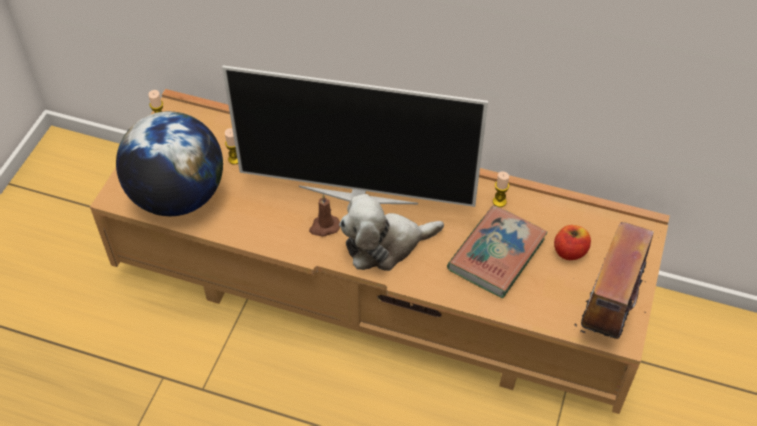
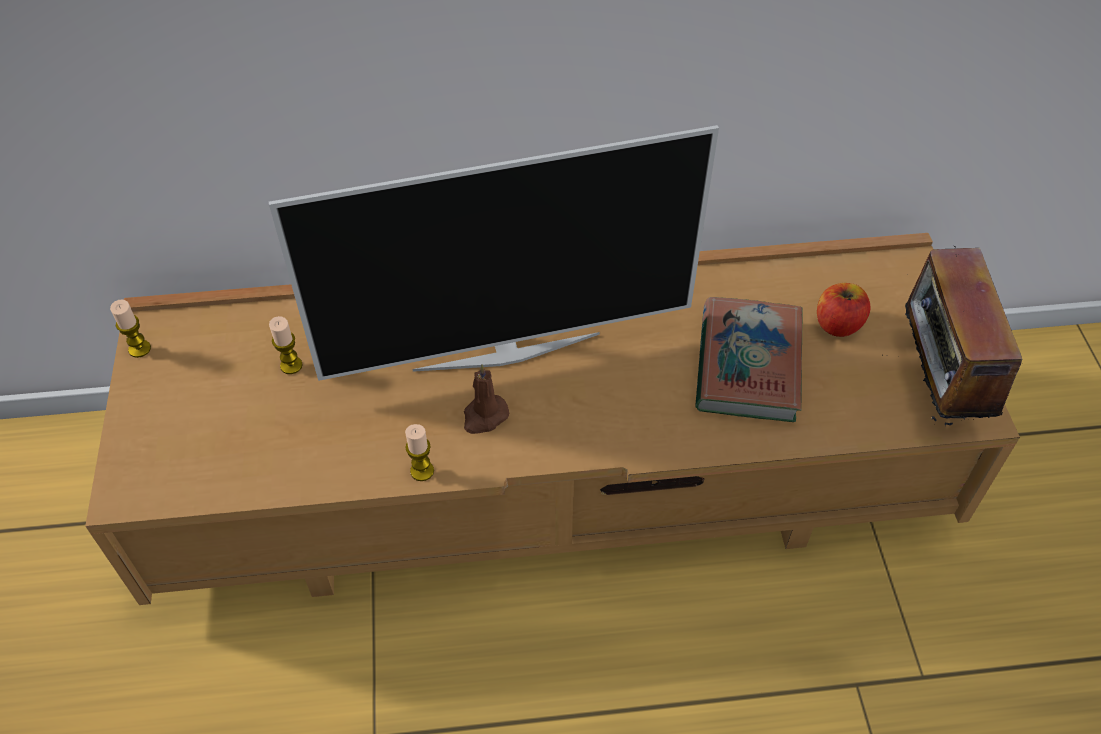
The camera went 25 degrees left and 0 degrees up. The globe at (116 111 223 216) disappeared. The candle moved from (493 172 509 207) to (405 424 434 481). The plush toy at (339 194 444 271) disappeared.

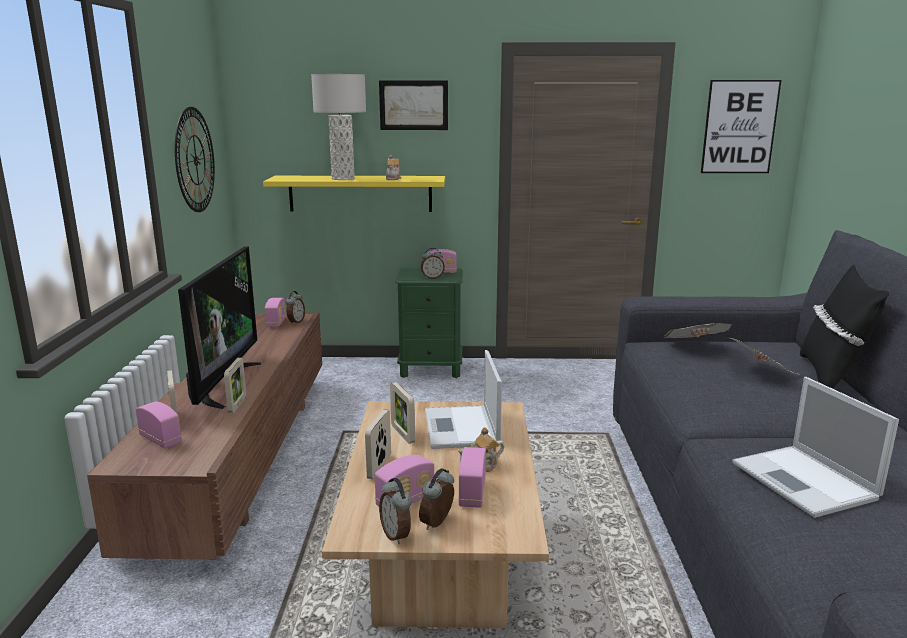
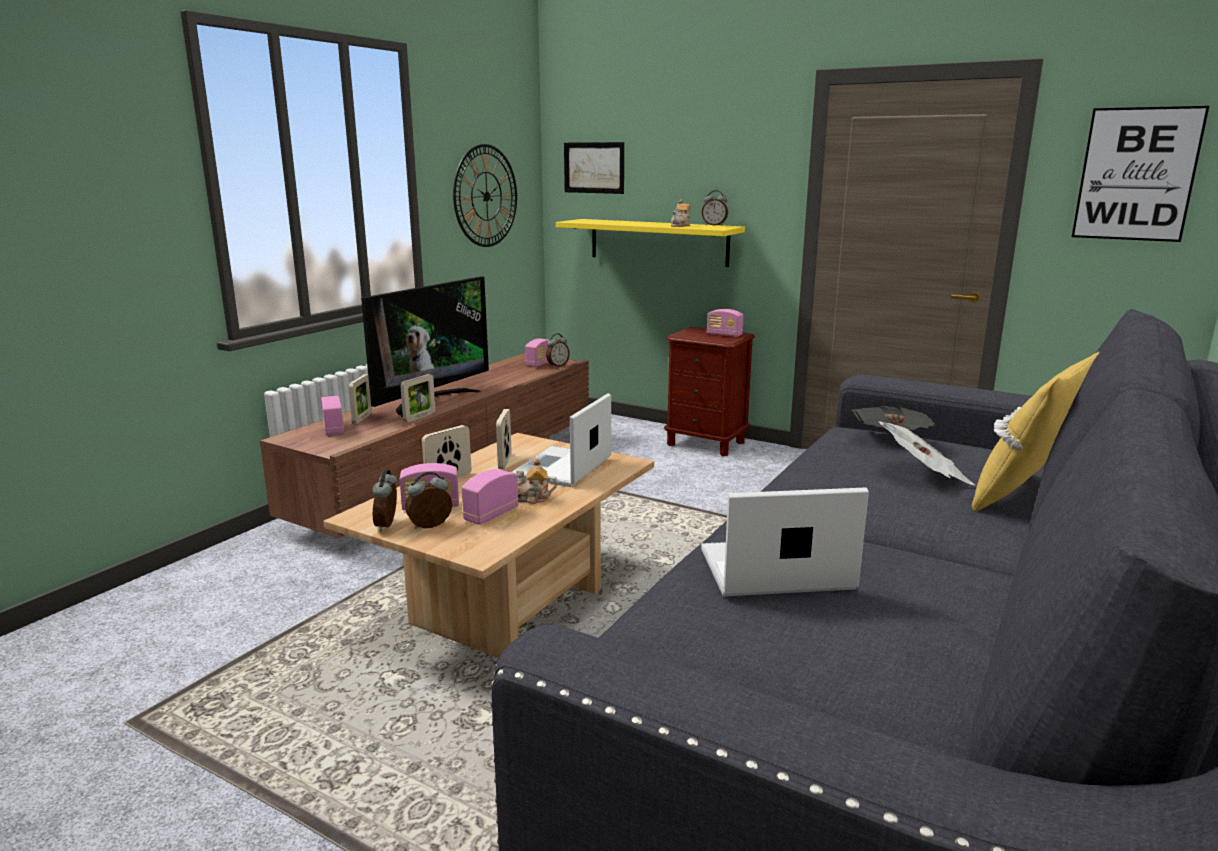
The camera went 30 degrees right and 0 degrees up. The table lamp (white) at (311 74 366 180) disappeared. The picture moved from (379 80 448 130) to (564 142 624 194). The alarm clock moved from (421 248 445 279) to (702 190 728 226). The pillow (black) at (800 265 889 389) became the pillow (yellow) at (972 352 1100 512). The nightstand (green) at (395 268 463 378) became the nightstand (brown) at (664 327 755 456). The laptop at (732 377 899 518) turned 75 degrees clockwise.

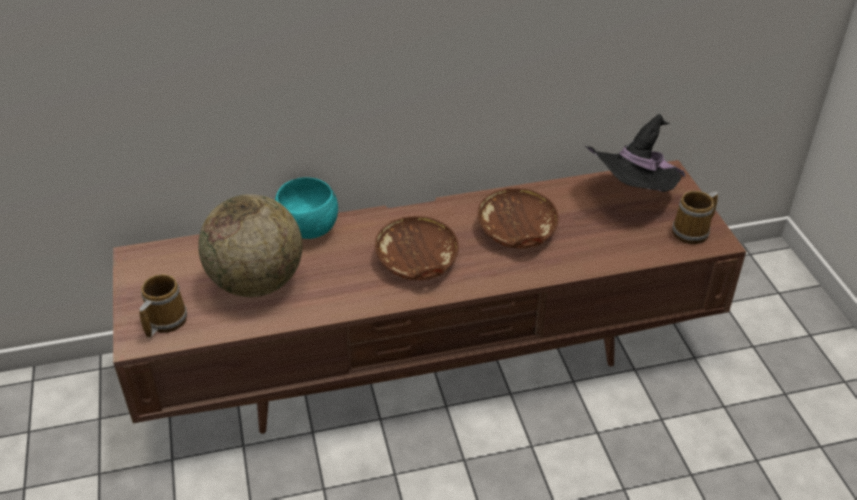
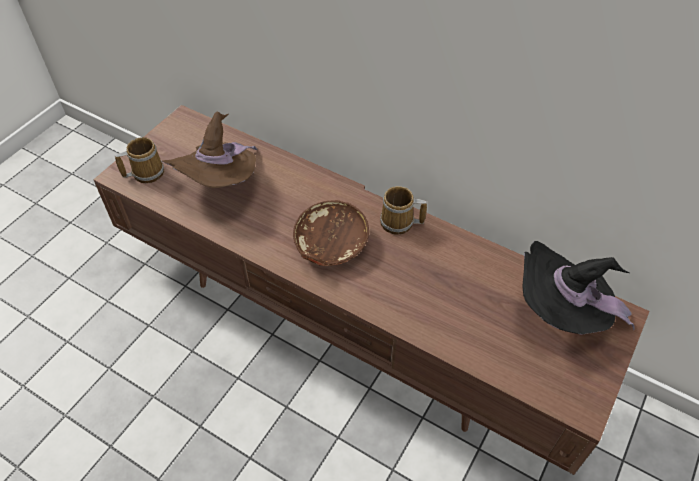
The camera went 45 degrees right and 10 degrees up. The bowl (turquoise) at (275 177 338 239) disappeared. The bowl (brown) at (478 188 559 248) disappeared. The mug moved from (672 191 718 244) to (380 186 427 235). The globe at (198 194 303 297) was replaced by the hat (brown) at (162 112 257 188).

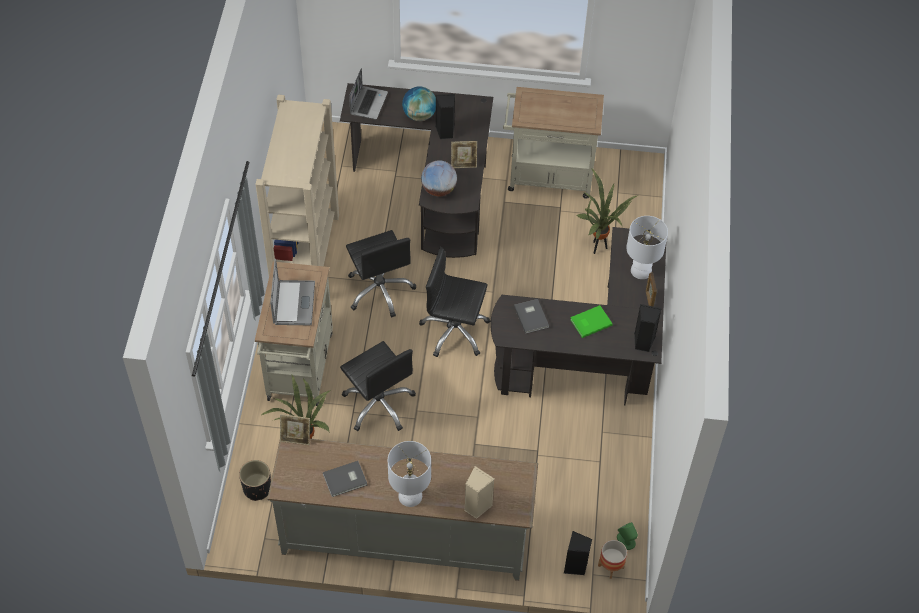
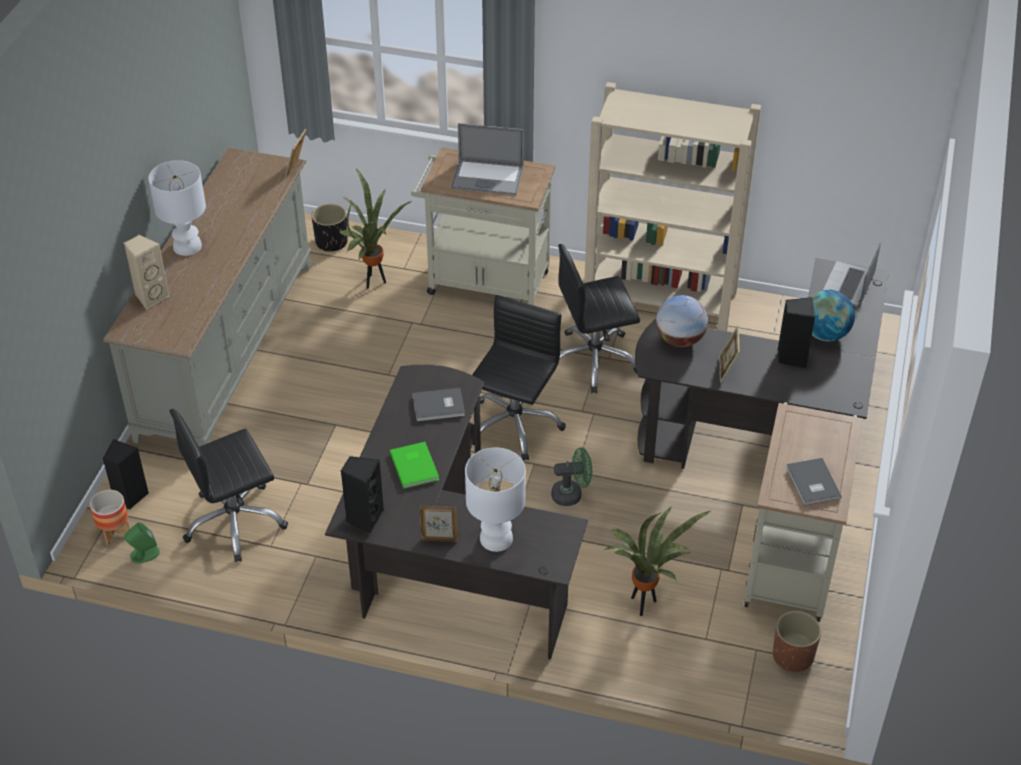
The camera went 100 degrees right and 10 degrees down. The laptop at (349 68 388 120) turned 90 degrees clockwise. The office chair (black) moved from (340 341 416 431) to (169 409 288 562). The book (grey) moved from (323 461 367 497) to (786 458 841 506). The fan (green) at (551 447 592 506) appeared. The planter (brown) at (773 611 821 672) appeared.

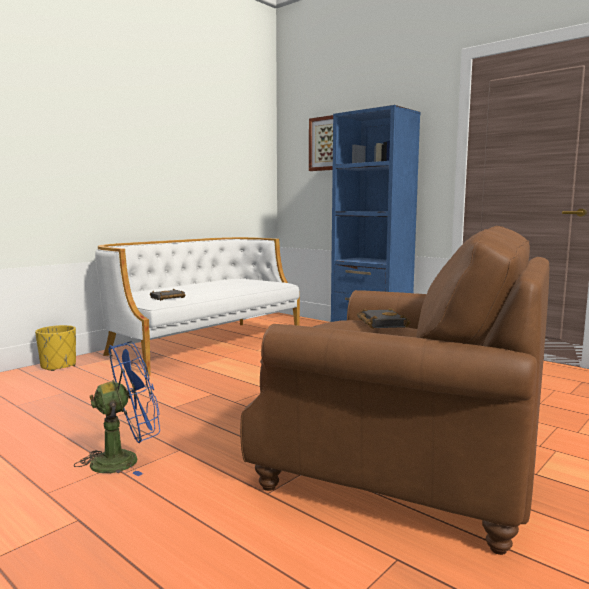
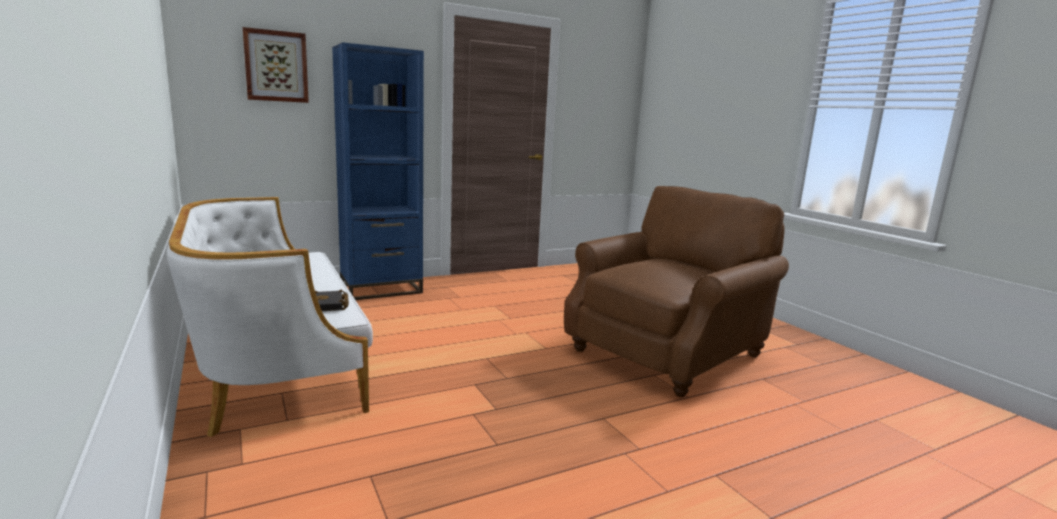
The camera went 70 degrees left and 5 degrees up. The book (black) at (357 308 411 329) disappeared. The planter (yellow) at (35 325 76 371) disappeared. The fan (blue) at (74 341 160 476) disappeared.

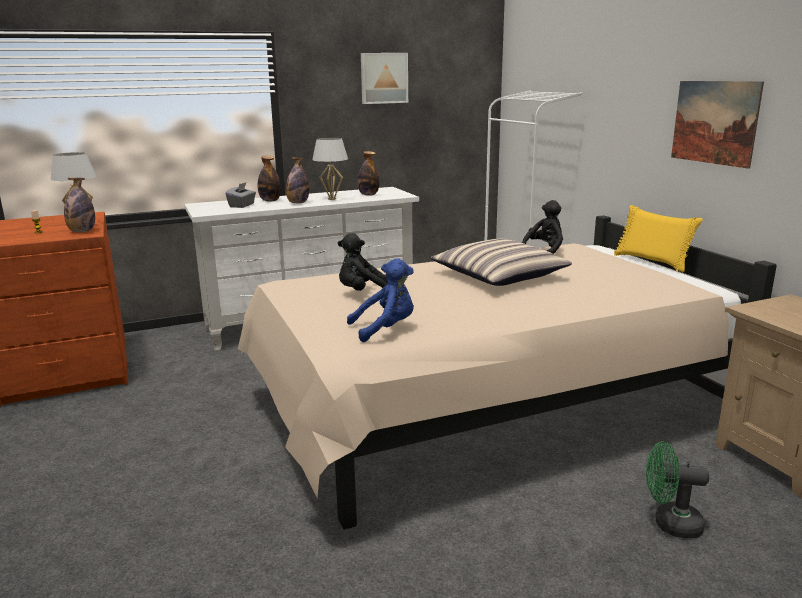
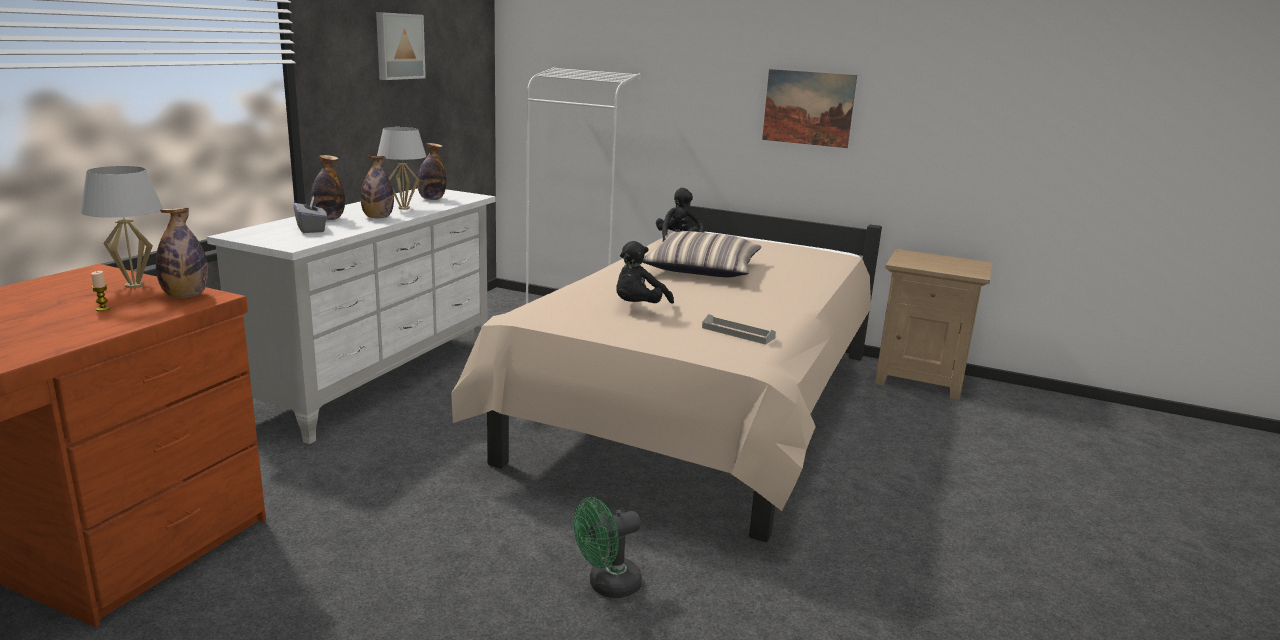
The camera went 45 degrees left and 0 degrees up. The pillow (yellow) at (614 205 703 272) disappeared. The plush toy (blue) at (347 258 414 342) was replaced by the tray (grey) at (702 314 776 345). The fan (green) moved from (646 441 709 539) to (574 497 642 598).

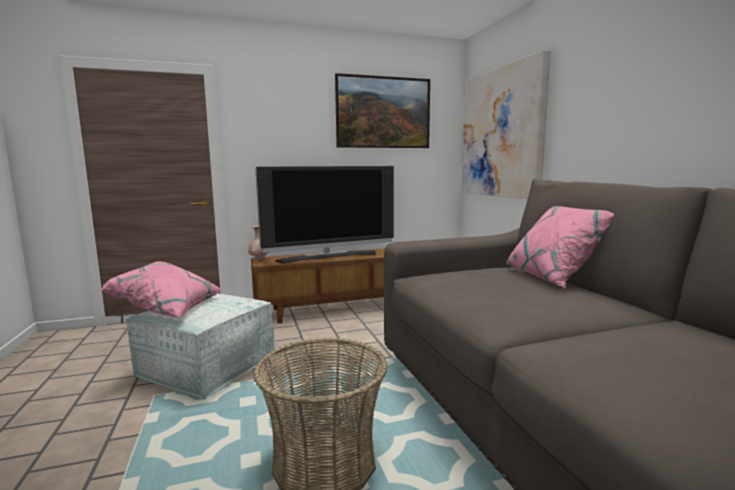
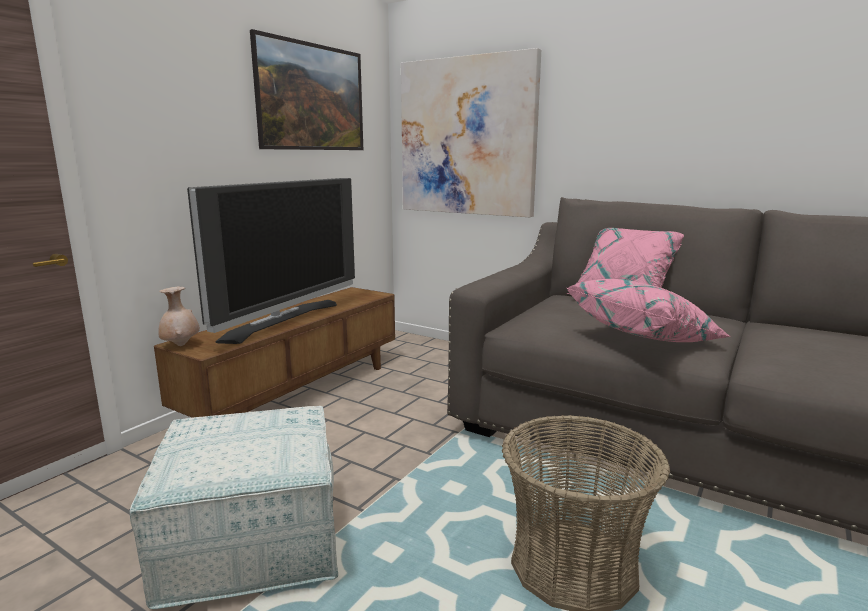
The camera went 40 degrees left and 5 degrees up. The pillow (pink) moved from (101 261 223 318) to (567 279 731 342).

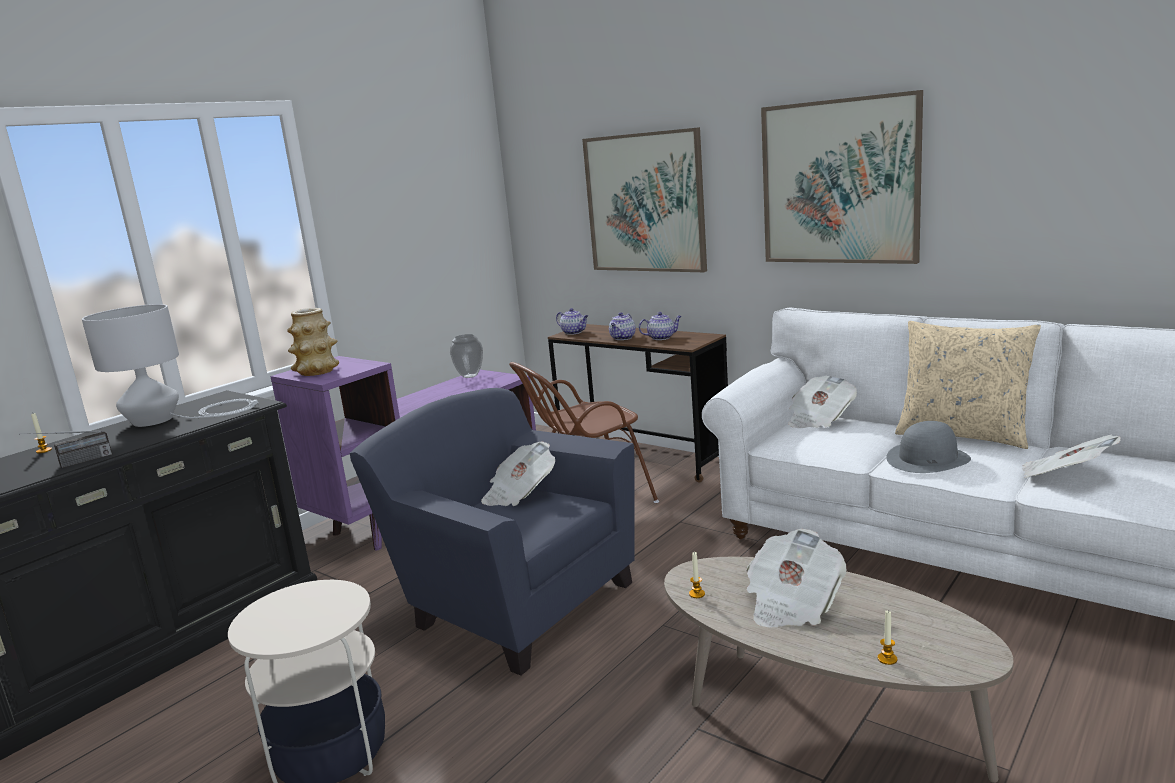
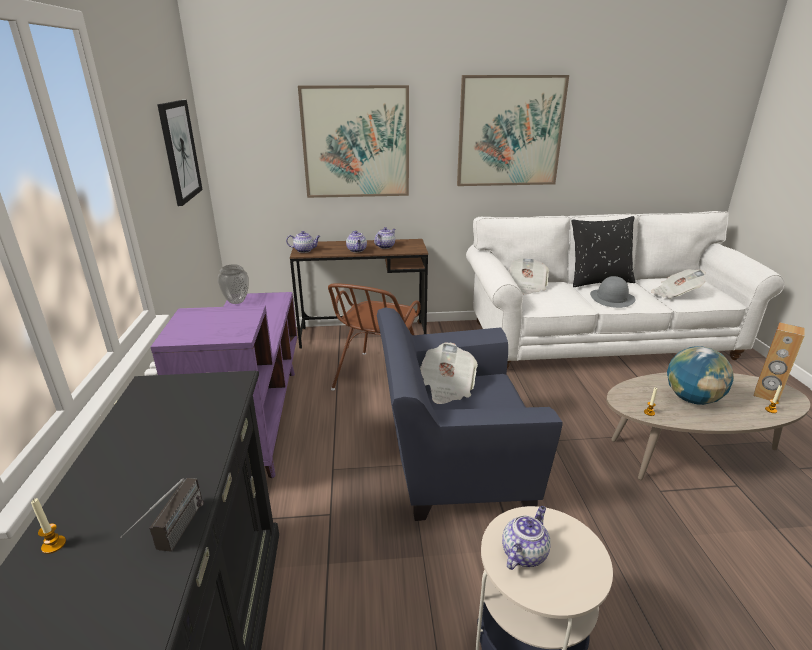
The camera went 45 degrees left and 10 degrees up. The table lamp (grey) at (82 304 259 427) disappeared. The vase at (287 308 339 376) disappeared. The pillow (beige) at (895 321 1041 449) became the pillow (black) at (572 216 636 287). The newspaper at (746 529 847 627) was replaced by the globe at (667 346 734 405). The picture at (157 100 203 206) appeared. The speaker (brown) at (754 322 805 402) appeared. The teapot at (502 506 551 570) appeared.

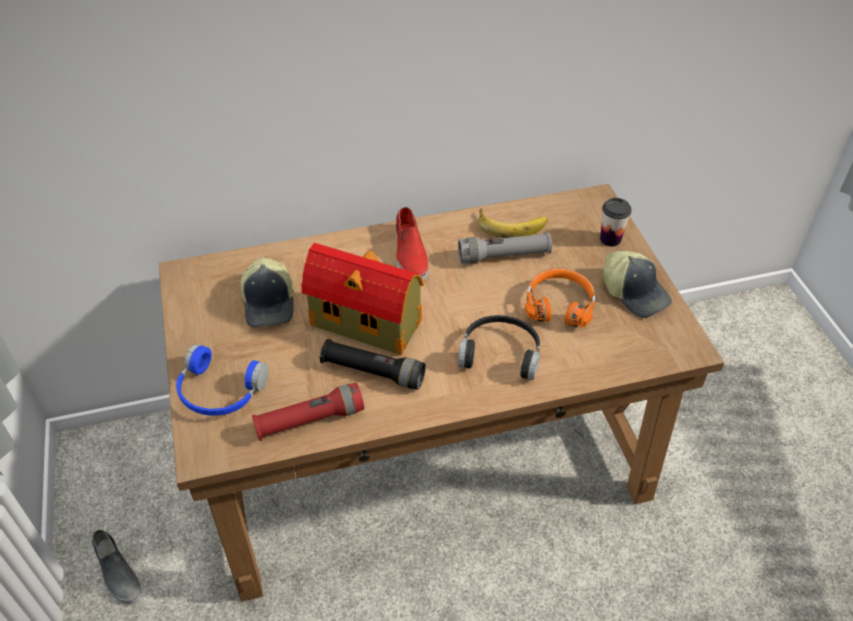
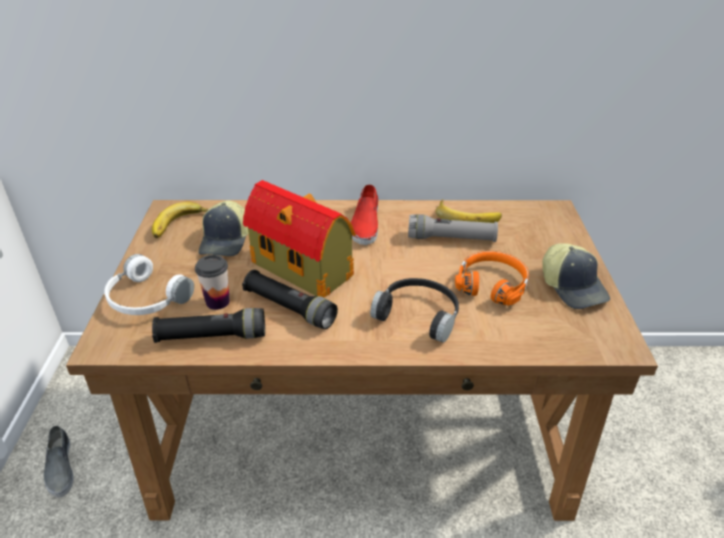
The camera went 15 degrees right and 10 degrees down. The cup moved from (600 198 632 246) to (195 255 230 310). The headphones (blue) at (176 344 268 416) became the headphones (white) at (104 254 194 315). The flashlight (red) at (252 383 364 441) became the flashlight (black) at (152 308 265 343). The banana at (152 202 208 238) appeared.

